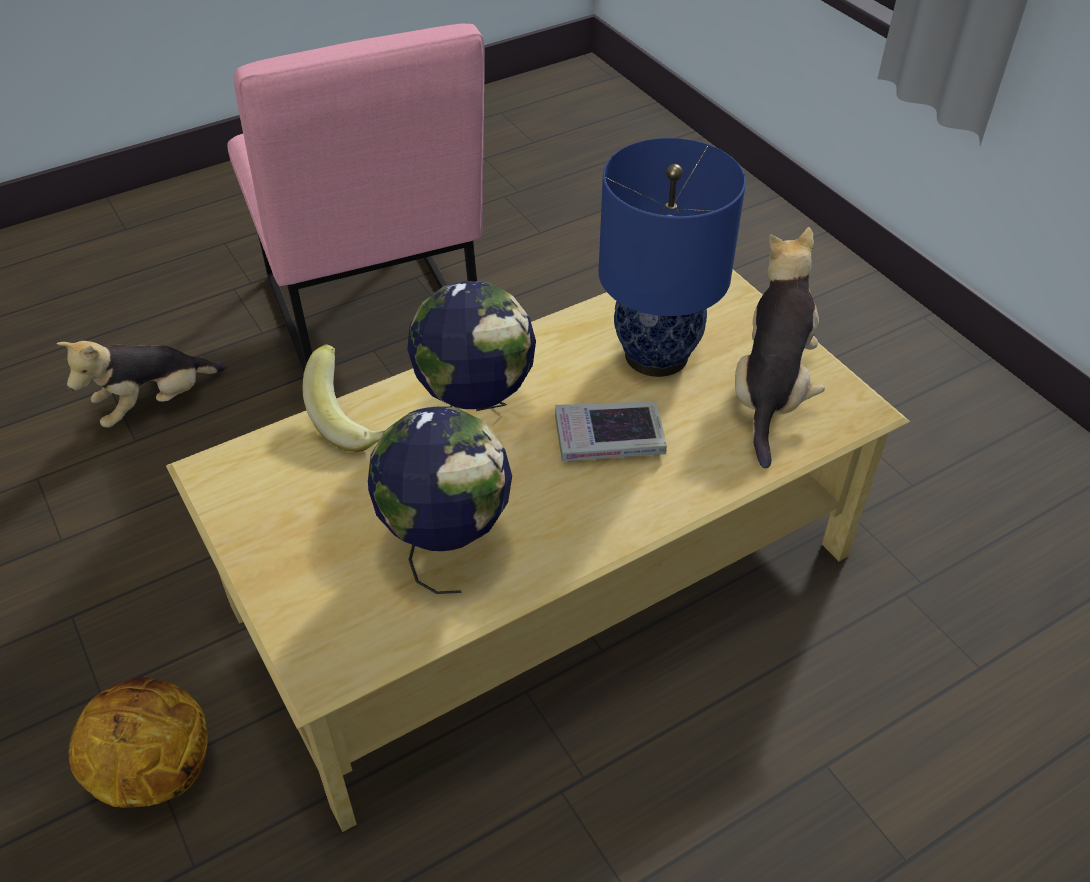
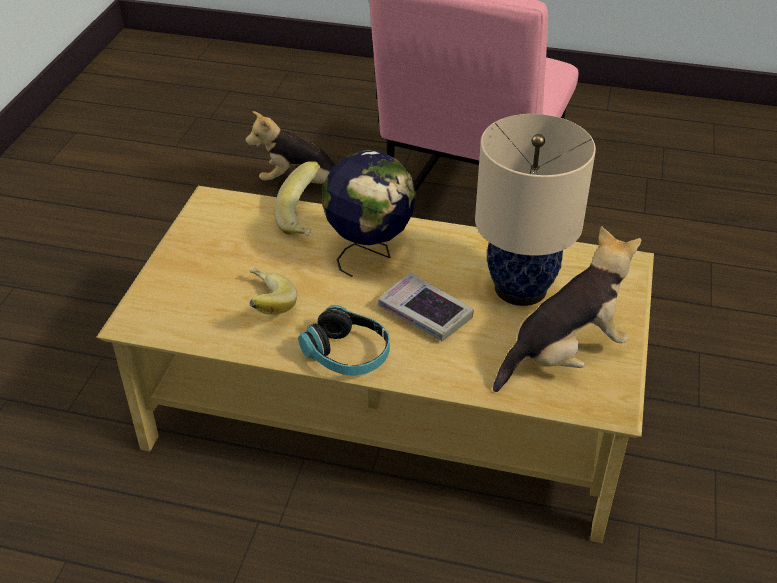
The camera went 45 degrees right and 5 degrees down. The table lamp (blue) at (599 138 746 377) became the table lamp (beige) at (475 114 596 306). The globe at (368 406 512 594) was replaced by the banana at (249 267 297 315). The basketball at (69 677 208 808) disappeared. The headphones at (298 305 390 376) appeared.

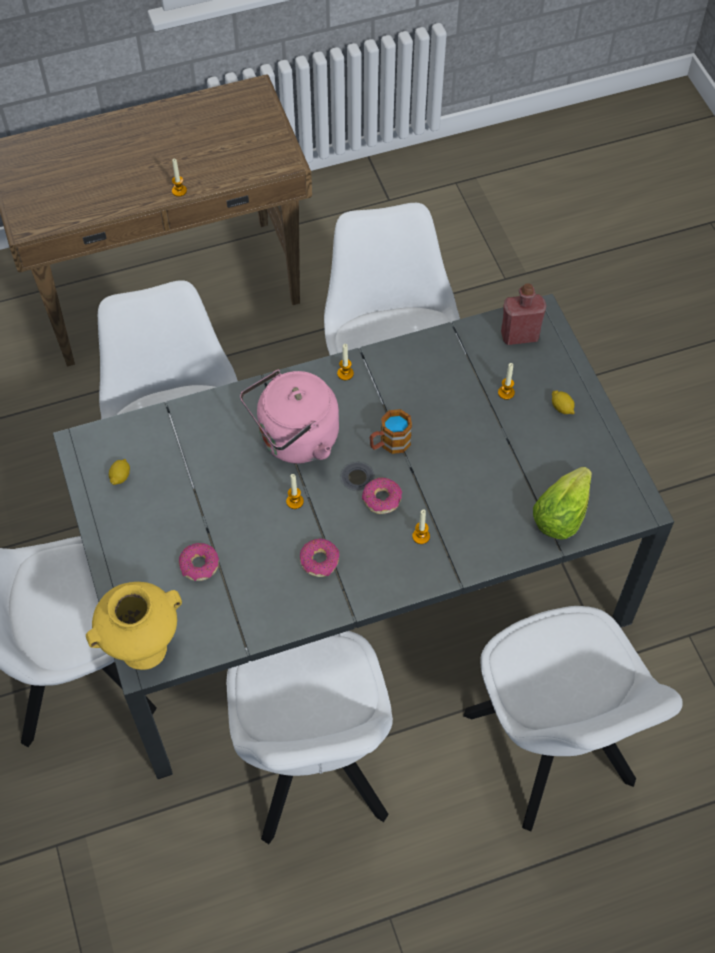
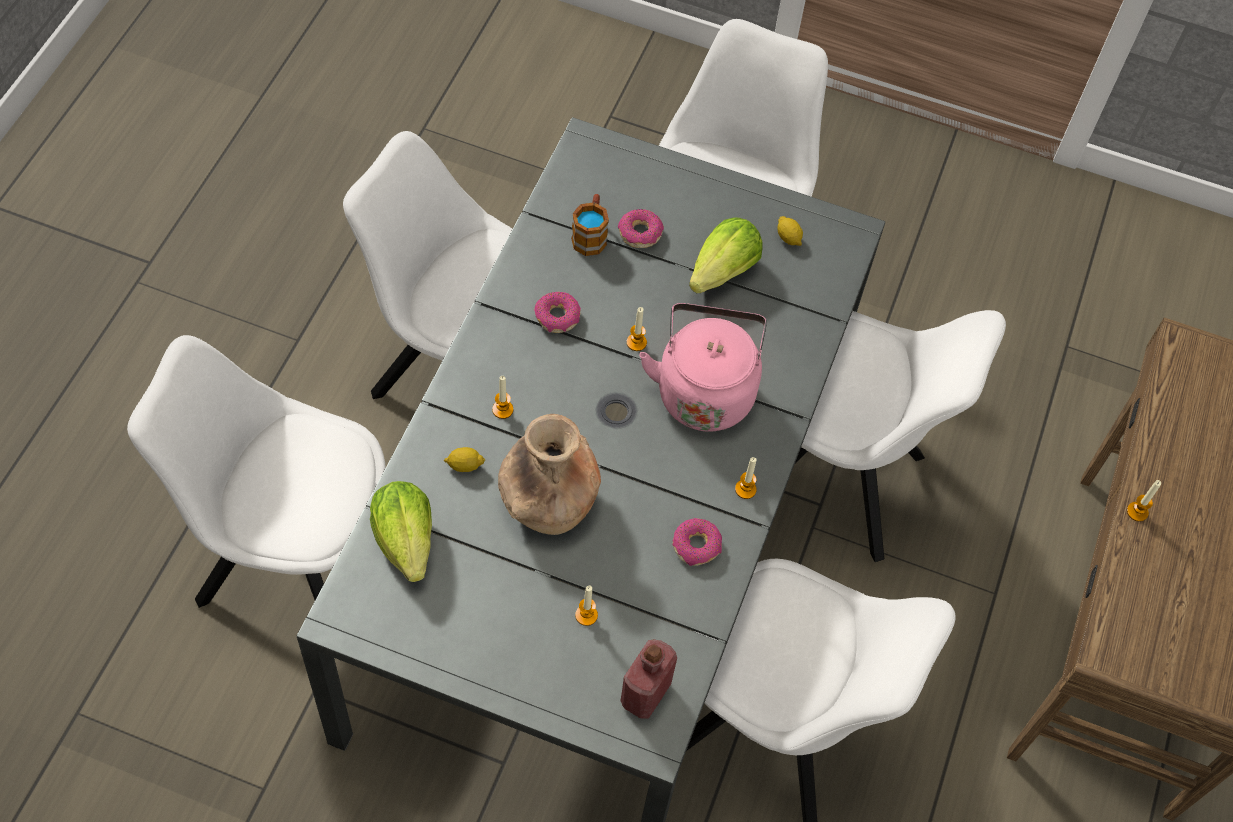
The camera went 125 degrees right and 0 degrees up. The lemon moved from (552 390 575 414) to (444 447 485 472). The mug moved from (370 409 412 454) to (571 194 609 256). The donut moved from (362 478 402 514) to (672 518 722 566). The vase (yellow) at (86 582 182 670) disappeared. The lettuce at (689 217 763 293) appeared. The vase (brown) at (498 414 601 535) appeared.

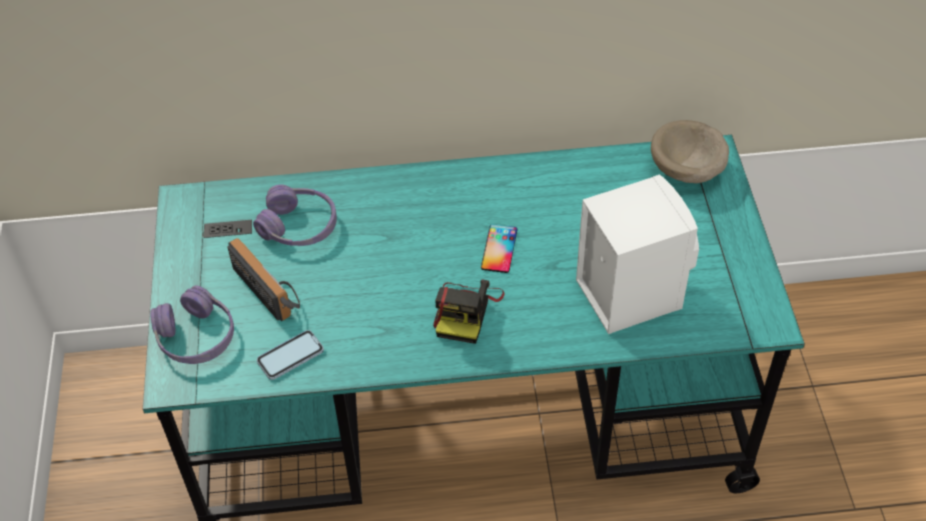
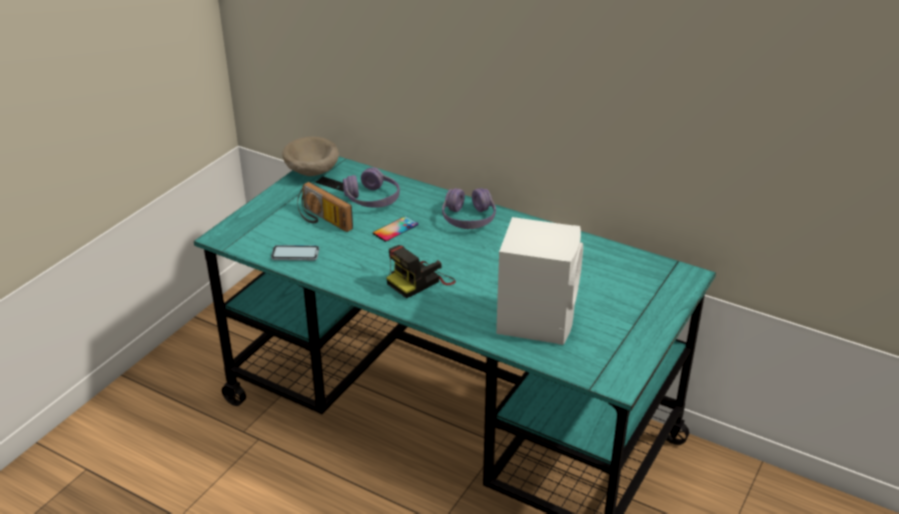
The camera went 35 degrees right and 15 degrees down. The bowl (beige) moved from (651 120 729 183) to (282 137 339 176). The phone moved from (481 224 517 273) to (373 216 419 242). The radio at (228 238 300 321) turned 135 degrees clockwise. The headphones (purple) moved from (150 286 234 364) to (442 188 496 229).

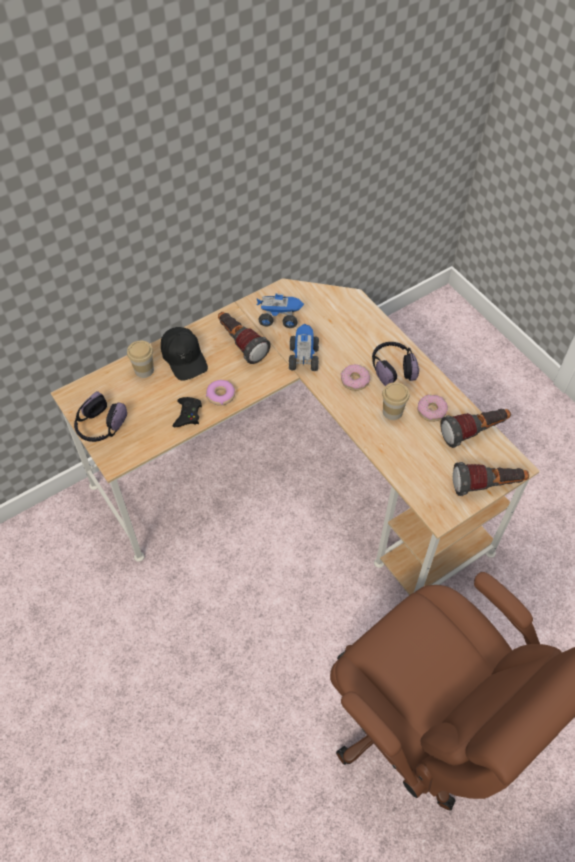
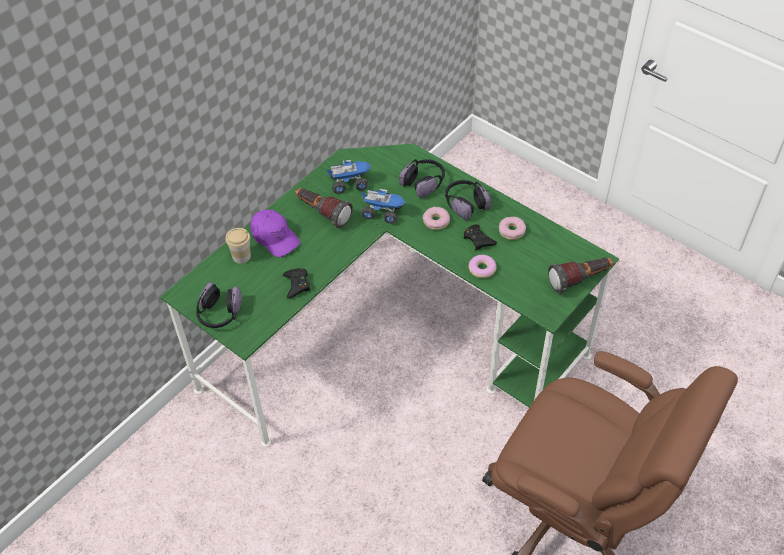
The camera went 15 degrees left and 5 degrees down. The desk (beige) at (51 278 540 595) became the desk (green) at (160 144 619 447). The toy truck at (289 324 319 371) turned 120 degrees clockwise. The cap (black) at (161 327 208 381) became the cap (purple) at (250 210 300 257). The donut moved from (206 380 236 406) to (469 255 496 278). The cup at (382 382 409 420) was replaced by the game controller (black) at (464 224 497 250). The flashlight at (440 409 511 448) disappeared. The headphones at (399 159 445 198) appeared.

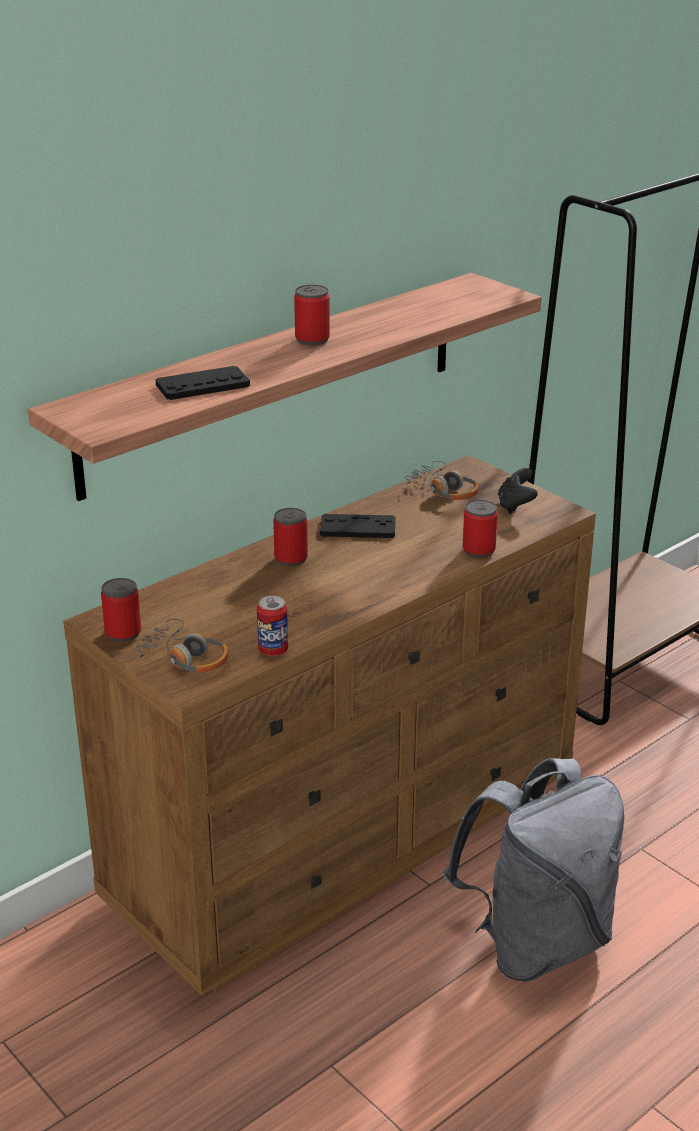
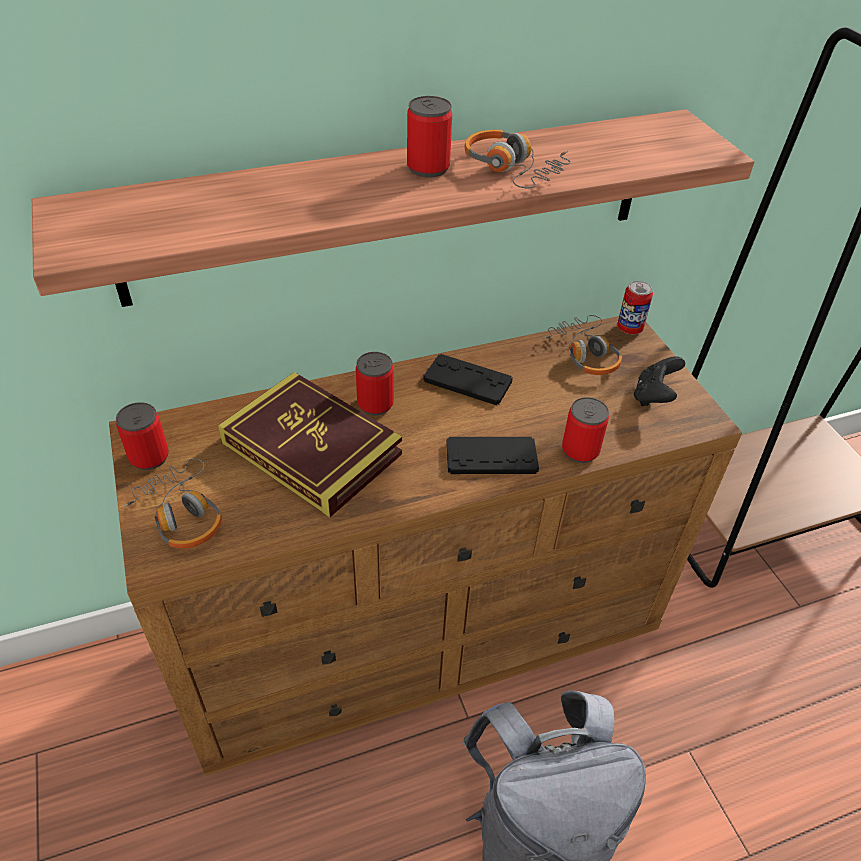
The camera went 20 degrees right and 15 degrees up. The game controller (black) moved from (155 366 250 400) to (446 437 539 474). The can moved from (257 596 288 656) to (617 281 653 334). The headphones at (465 130 571 188) appeared. The book at (218 372 402 517) appeared.

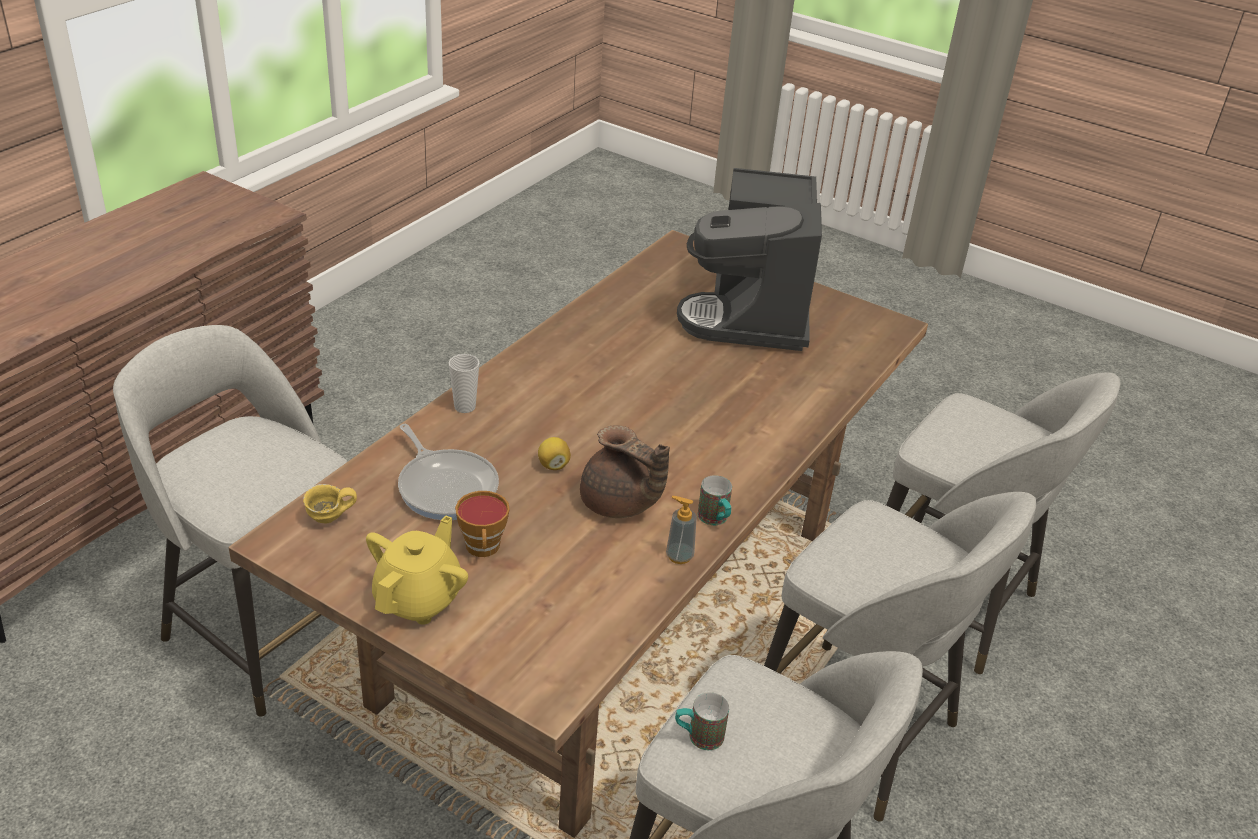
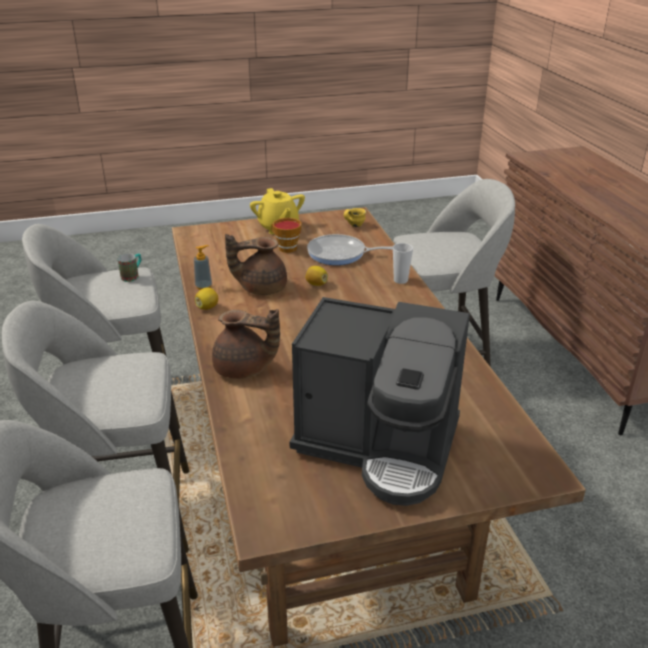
The camera went 135 degrees right and 5 degrees down. The coffee machine at (677 168 822 351) turned 150 degrees clockwise. The mug at (698 475 732 525) was replaced by the lemon at (195 287 218 310). The teapot (brown) at (212 309 280 379) appeared.

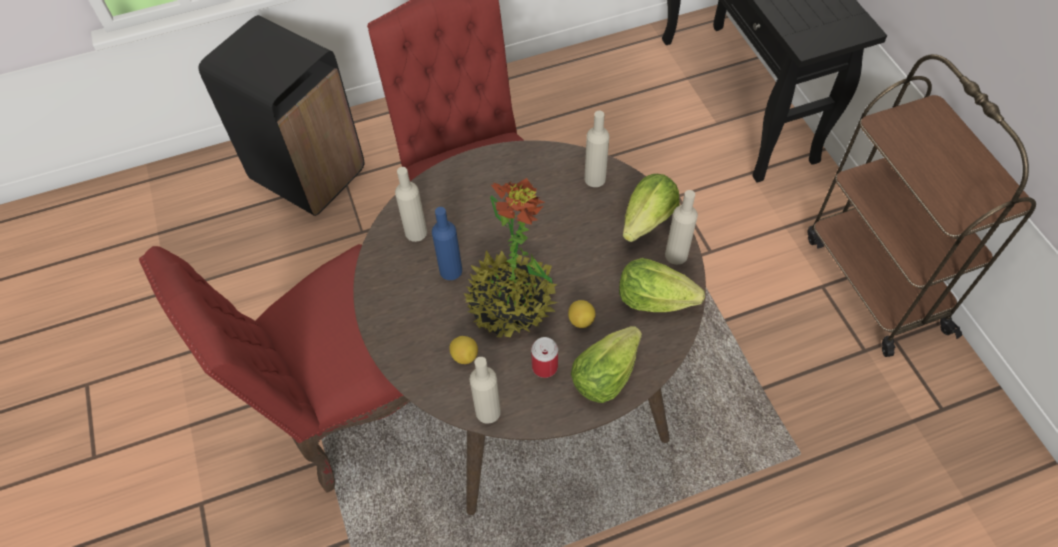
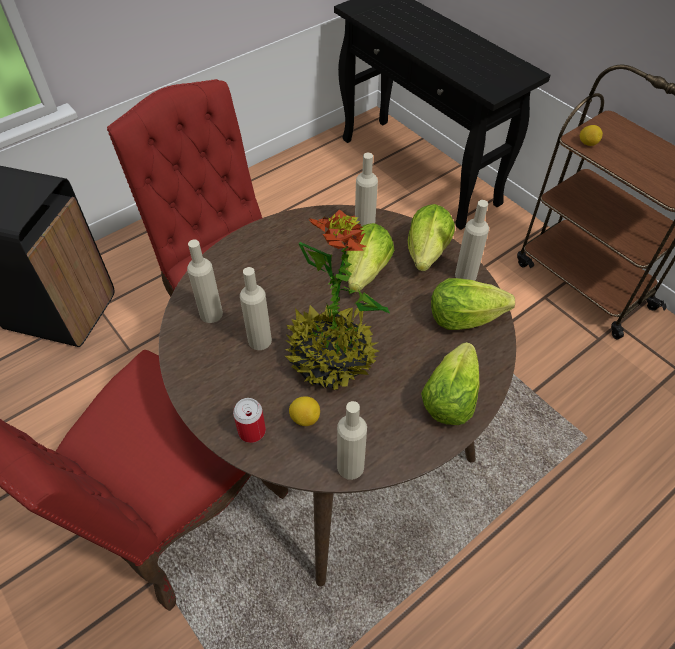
The camera went 20 degrees left and 5 degrees down. The bottle (blue) at (432 207 462 280) became the bottle (beige) at (240 267 272 350). The lemon moved from (568 300 596 328) to (580 125 603 146). The can moved from (531 337 558 378) to (233 398 266 443). The lettuce at (345 223 394 292) appeared.

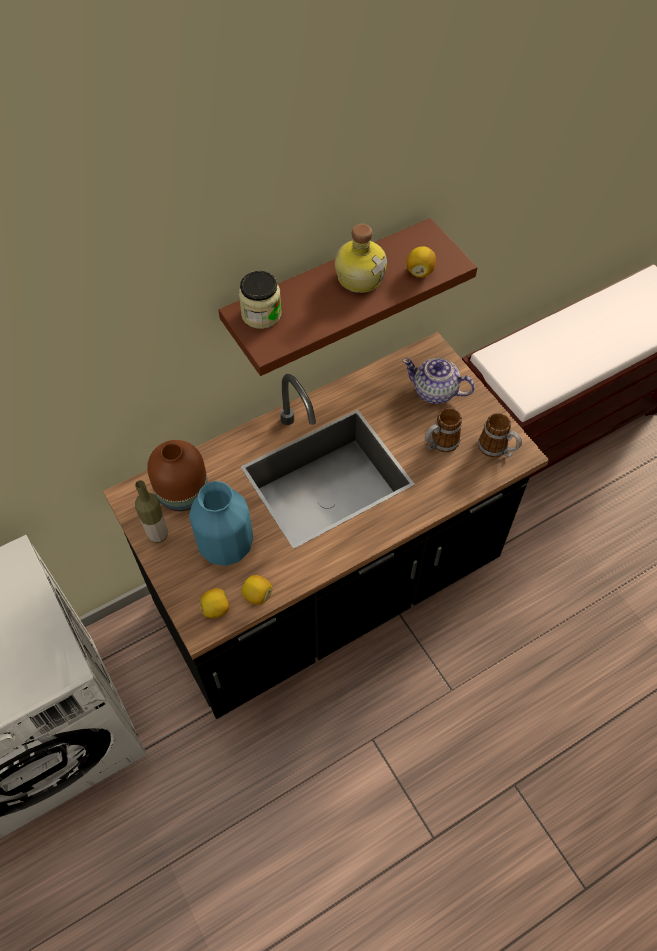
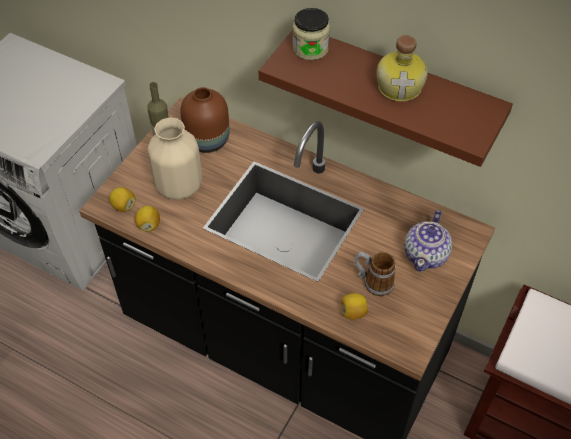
The camera went 60 degrees right and 5 degrees down. The lemon moved from (406 246 436 278) to (341 293 368 320). The teapot at (402 358 475 404) turned 150 degrees counterclockwise. The mug at (478 413 522 458) disappeared. The vase (blue) at (189 481 253 566) became the vase (beige) at (147 117 202 200).

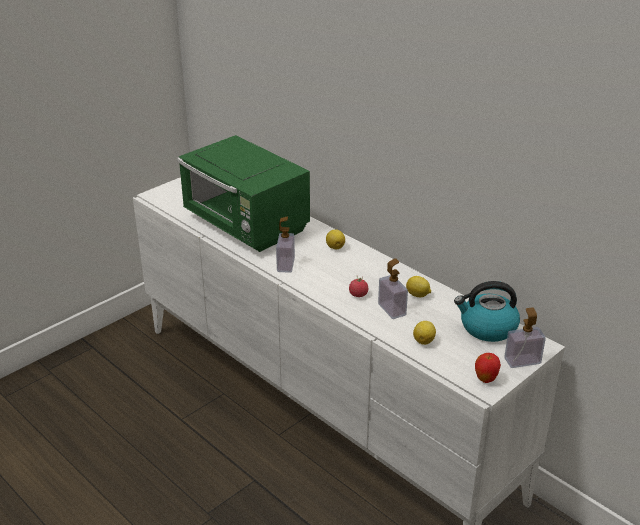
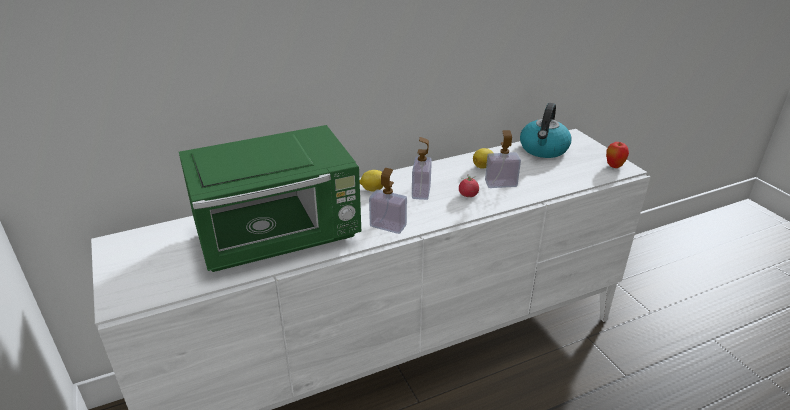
The camera went 70 degrees left and 0 degrees up. The soap dispenser moved from (504 307 546 368) to (412 137 432 200). The lemon at (413 321 436 345) disappeared.

